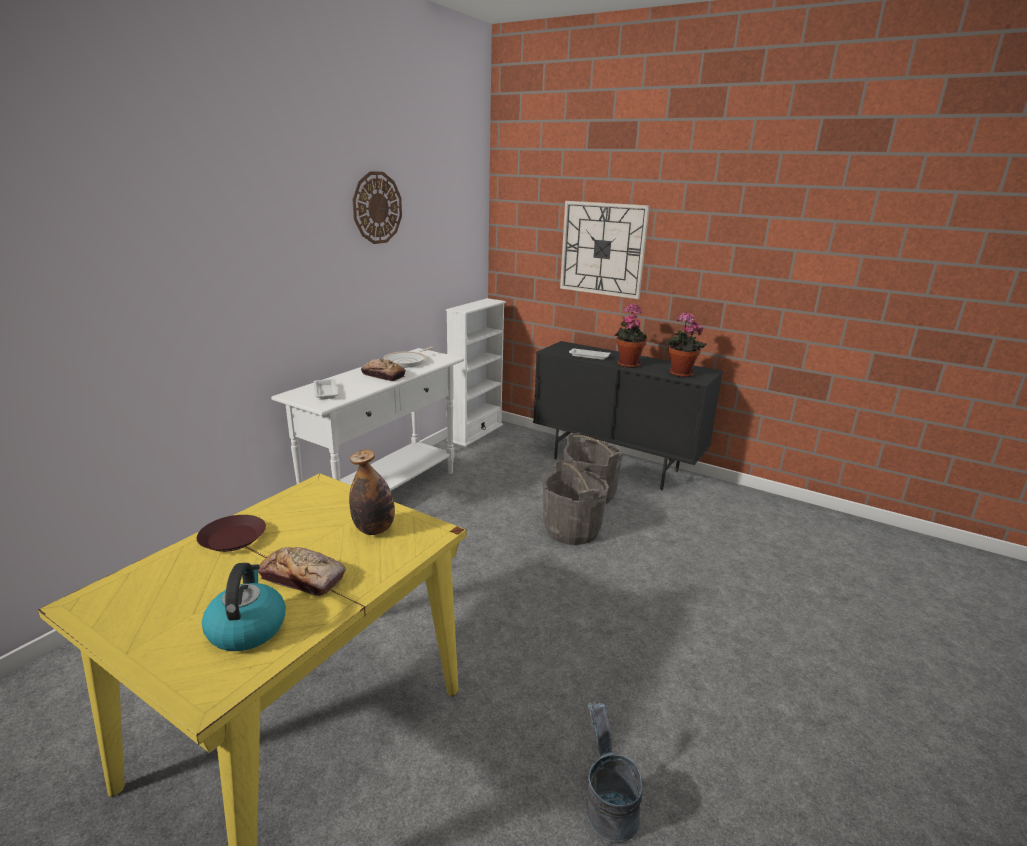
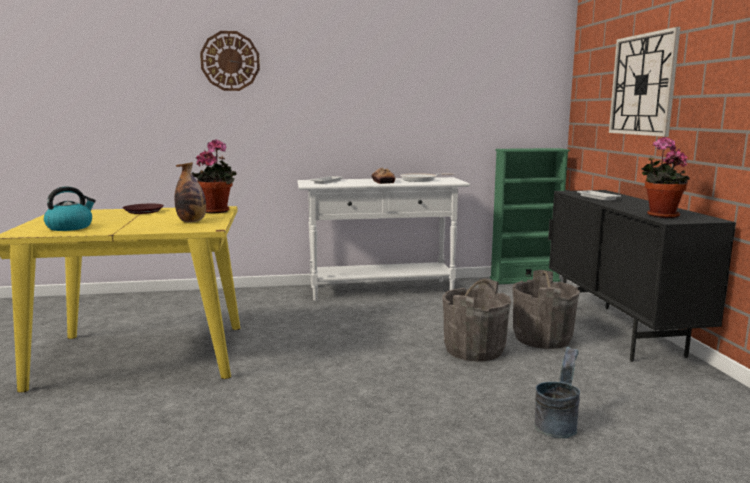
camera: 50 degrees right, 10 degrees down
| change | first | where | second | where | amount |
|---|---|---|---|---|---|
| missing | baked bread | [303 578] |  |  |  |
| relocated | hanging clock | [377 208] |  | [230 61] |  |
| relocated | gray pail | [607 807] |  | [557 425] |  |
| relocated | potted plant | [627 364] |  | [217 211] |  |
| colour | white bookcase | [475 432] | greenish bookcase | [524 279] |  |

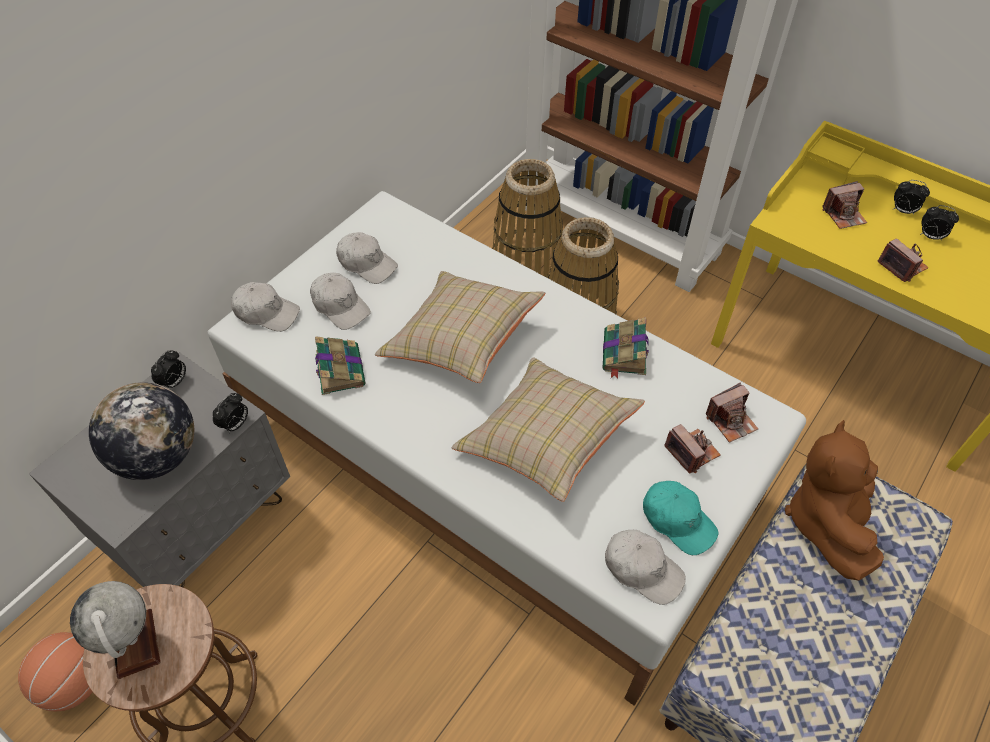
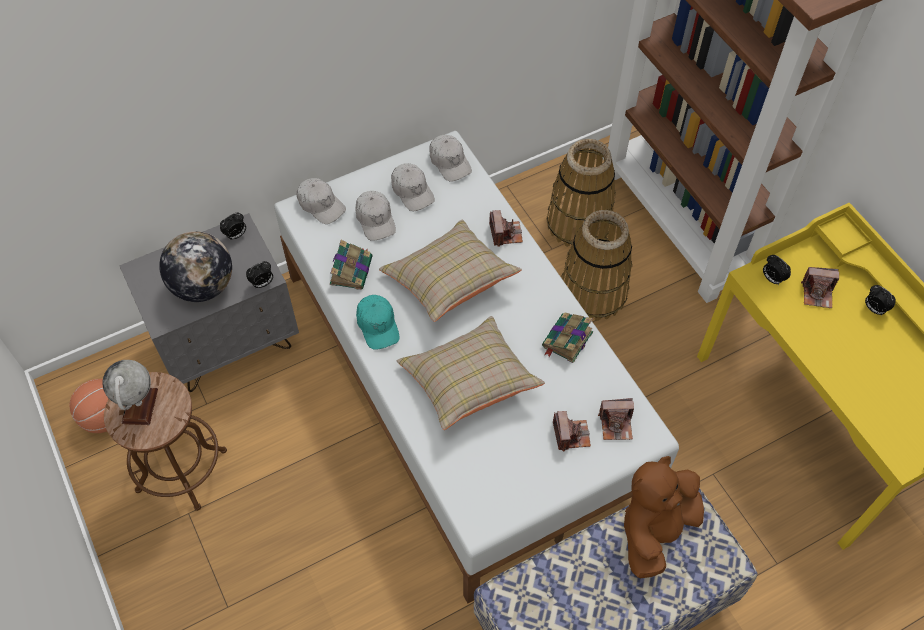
camera: 25 degrees right, 5 degrees up
| change | first | where | second | where | amount |
|---|---|---|---|---|---|
| relocated | white baseball cap | [642 569] |  | [450 162] |  |
| relocated | turquoise baseball cap | [677 520] |  | [378 325] |  |
| relocated | photo camera | [902 266] |  | [505 233] |  |
| relocated | alarm clock | [930 236] |  | [772 279] |  |

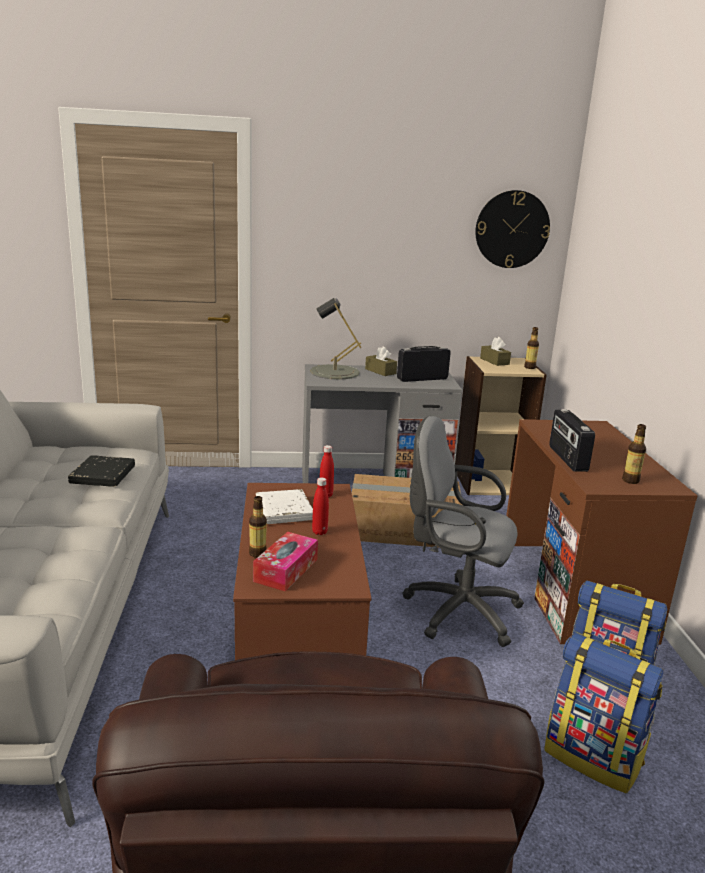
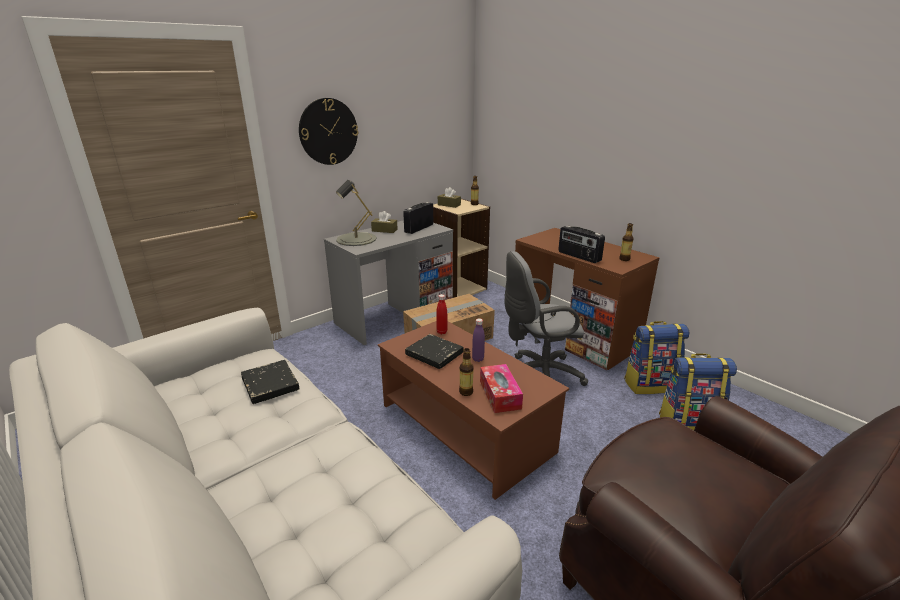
camera: 35 degrees left, 5 degrees up
| change | first | where | second | where | amount |
|---|---|---|---|---|---|
| relocated | hanging clock | [512 229] |  | [328 131] |  |
| colour | white volume | [284 511] | black-coloured volume | [434 354] |  |
| colour | reddish bottle | [319 532] | purple-coloured bottle | [478 359] |  |

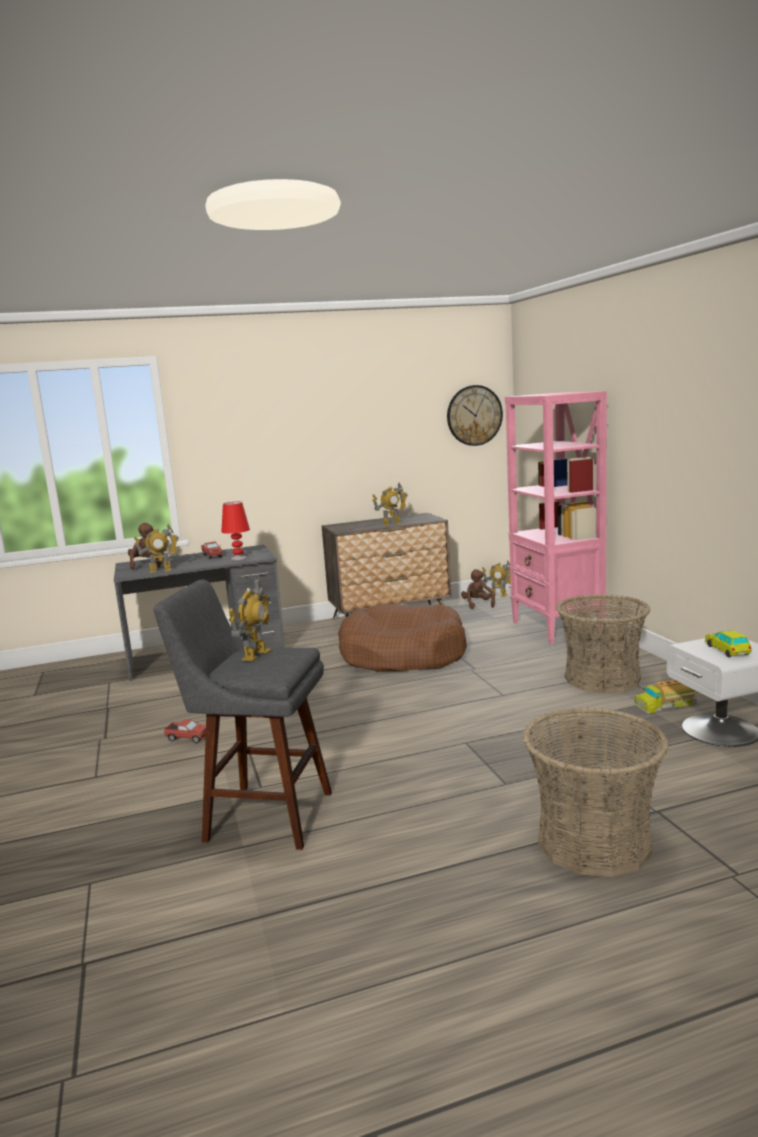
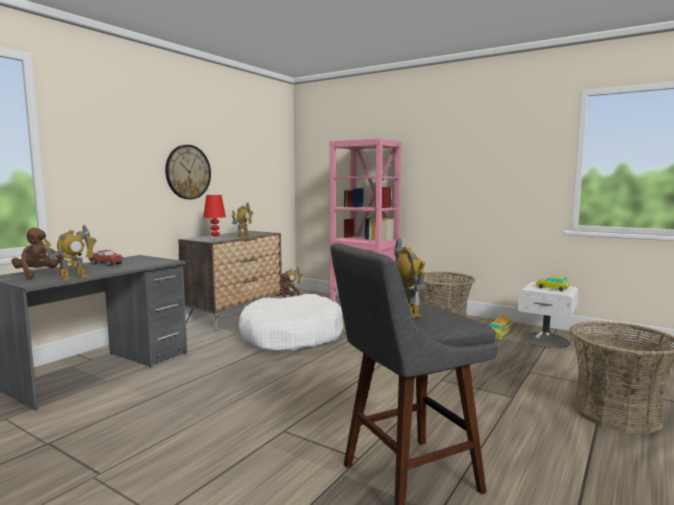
camera: 40 degrees left, 5 degrees down
| change | first | where | second | where | amount |
|---|---|---|---|---|---|
| missing | model truck | [187 738] |  |  |  |
| relocated | reddish tabletop lamp | [239 558] |  | [215 239] |  |
| relocated | hanging clock | [474 415] |  | [188 172] |  |
| colour | brown dog cushion | [402 655] | white dog cushion | [291 337] |  |

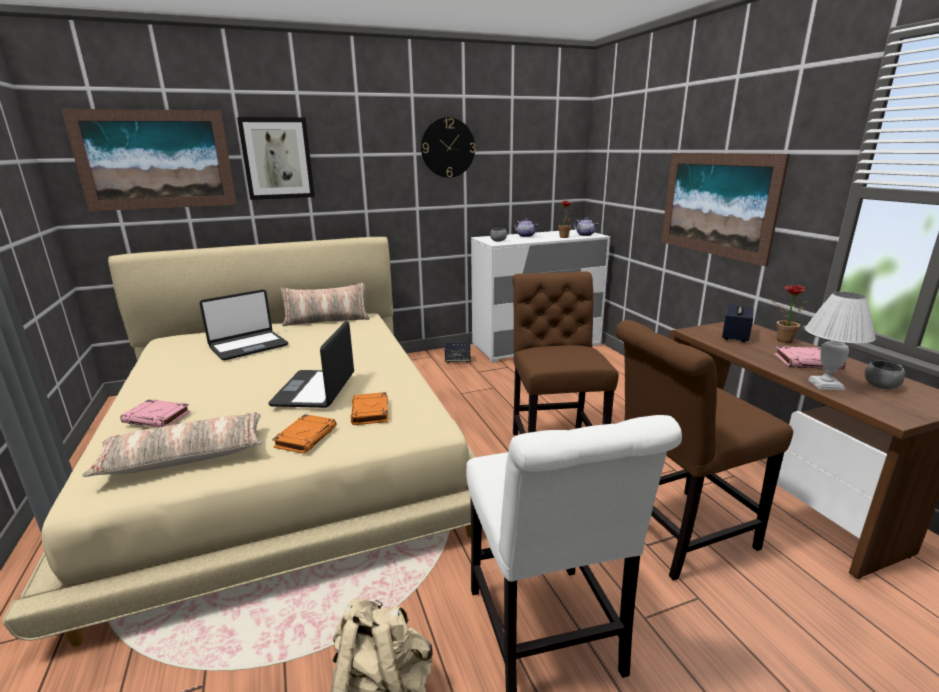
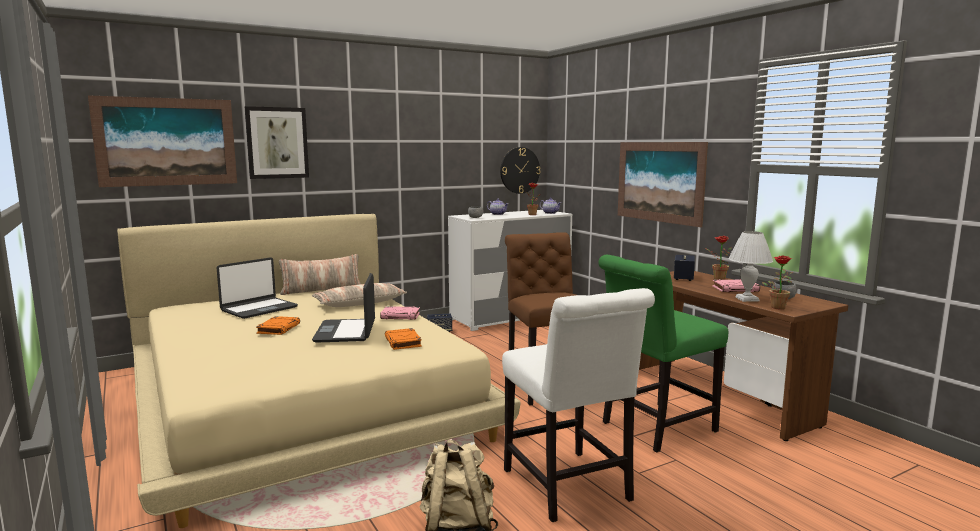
camera: 10 degrees left, 10 degrees down
| change | first | where | second | where | amount |
|---|---|---|---|---|---|
| appeared |  |  | potted plant | [777 307] |  |
| relocated | cushion | [185 456] |  | [359 303] |  |
| relocated | pink-coloured volume | [158 417] |  | [401 316] |  |
| relocated | orange-coloured volume | [306 437] |  | [278 328] |  |
| relocated | hanging clock | [448 148] |  | [519 170] |  |
| colour | brown upright chair | [675 534] | greenish upright chair | [654 428] |  |

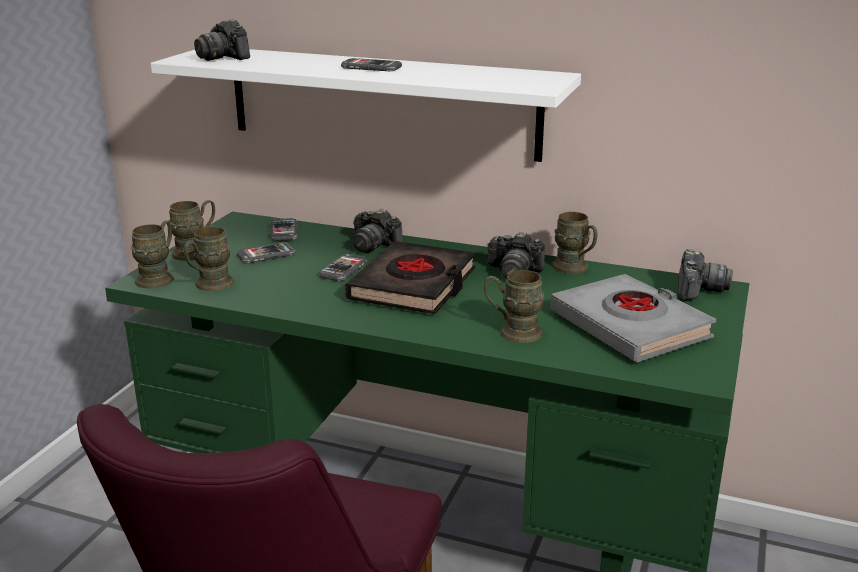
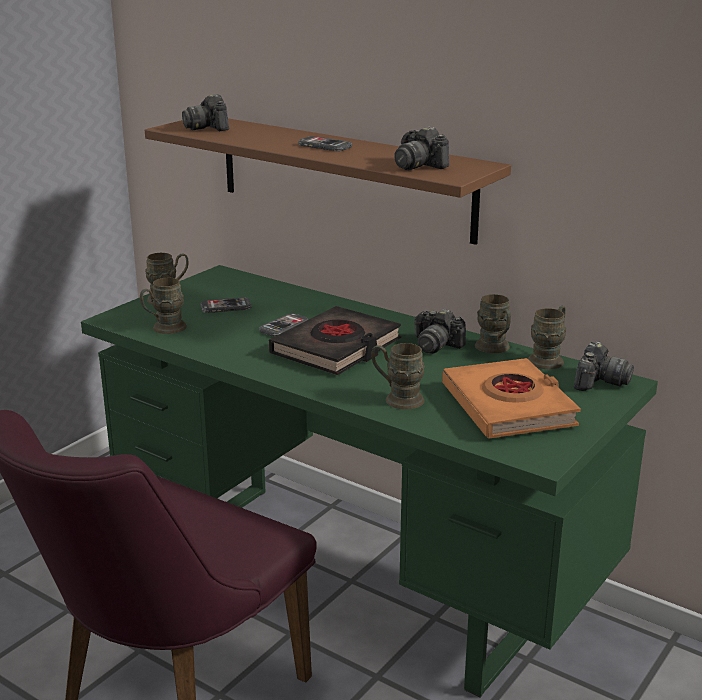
camera: 15 degrees right, 0 degrees up
| change | first | where | second | where | amount |
|---|---|---|---|---|---|
| missing | phone | [284 231] |  |  |  |
| relocated | brown coffee mug | [159 277] |  | [549 359] |  |
| relocated | photo camera | [374 245] |  | [418 166] |  |
| colour | white bracket shelf | [381 102] | brown bracket shelf | [343 176] |  |
| colour | gray volume | [630 326] | orange-coloured volume | [508 406] |  |

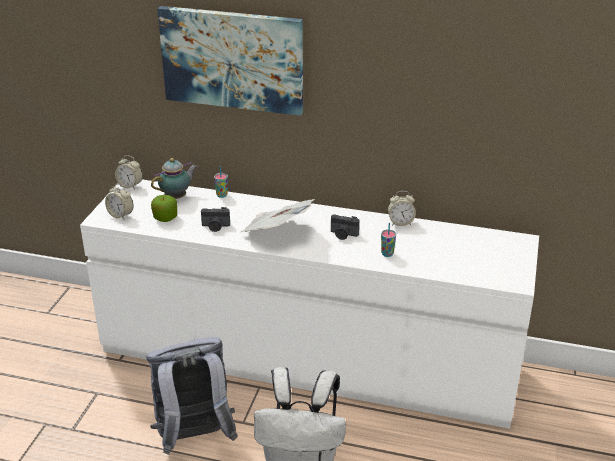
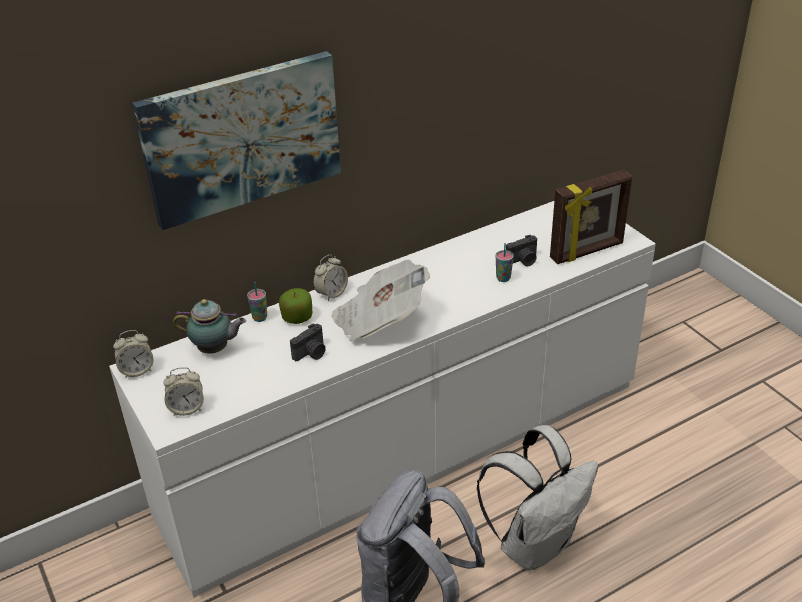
camera: 45 degrees left, 5 degrees up
| change | first | where | second | where | amount |
|---|---|---|---|---|---|
| appeared |  |  | picture frame | [587 252] |  |
| relocated | whole apple | [165 217] |  | [297 317] |  |
| relocated | photo camera | [343 235] |  | [523 261] |  |
| relocated | alarm clock | [400 223] |  | [331 293] |  |
| spun | teapot | [177 197] |  | [215 349] | 90 degrees clockwise |

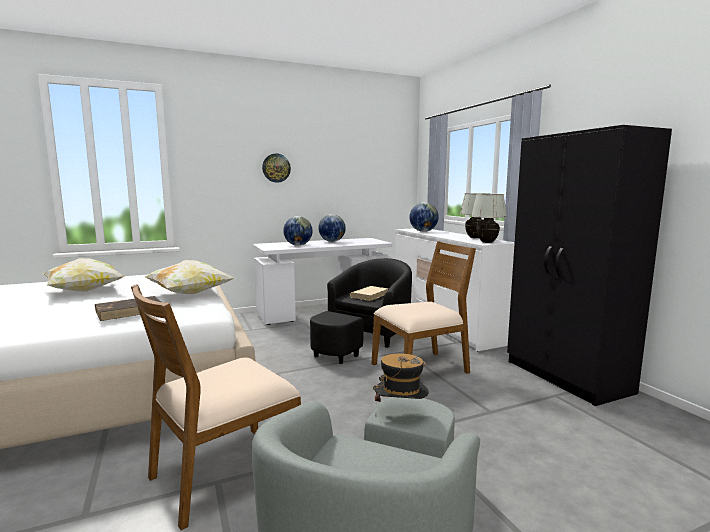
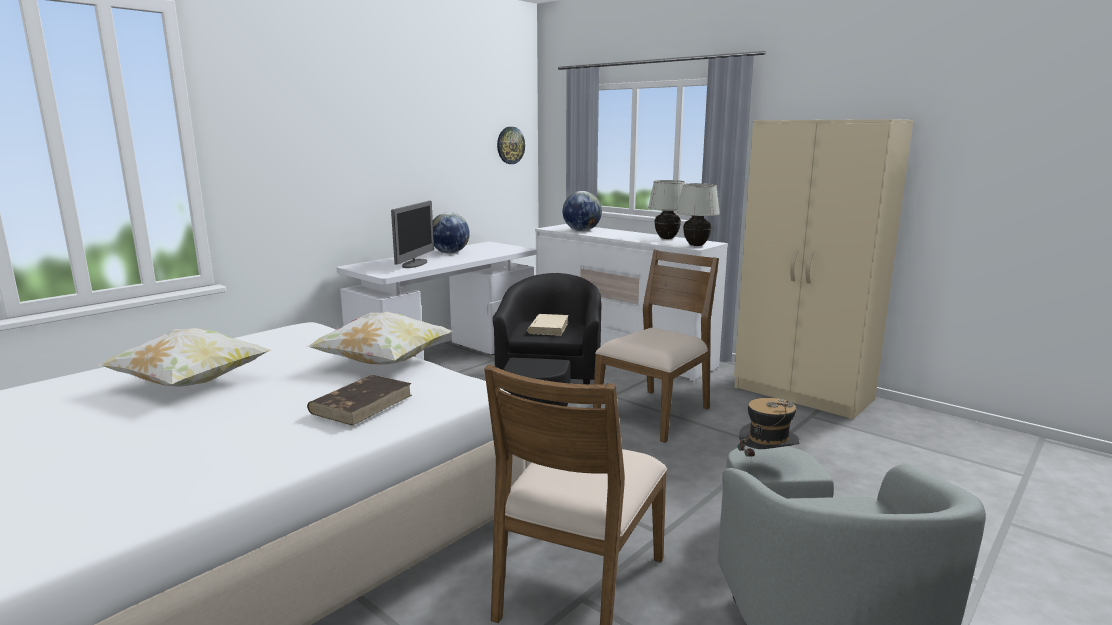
camera: 25 degrees left, 5 degrees up
| change | first | where | second | where | amount |
|---|---|---|---|---|---|
| relocated | hanging clock | [276 168] |  | [510 145] |  |
| exchanged | globe | [298 245] | computer display | [415 264] |  |
| colour | black-coloured wardrobe | [567 377] | beige wardrobe | [803 394] |  |

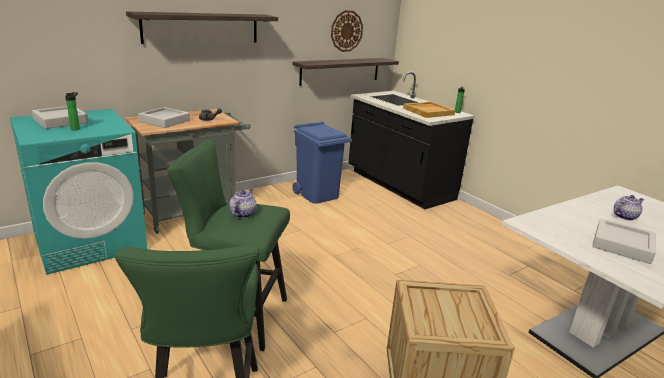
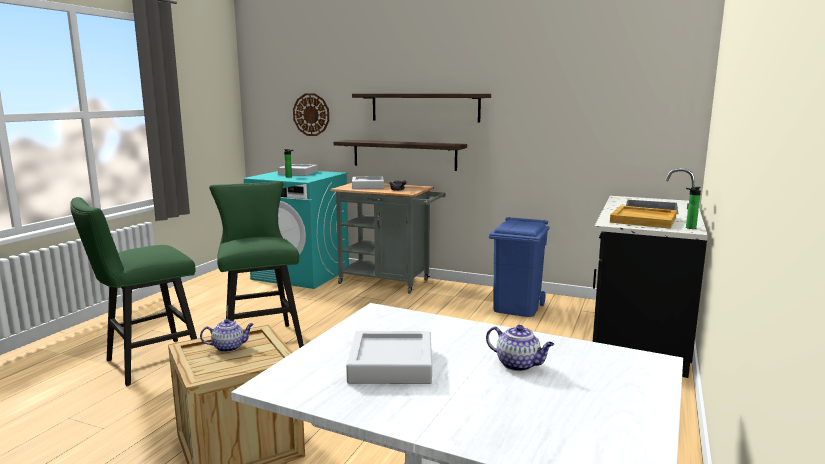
camera: 60 degrees right, 10 degrees down
| change | first | where | second | where | amount |
|---|---|---|---|---|---|
| relocated | teapot | [243 214] |  | [229 347] |  |
| relocated | bracket shelf | [340 71] |  | [404 154] |  |
| relocated | hanging clock | [346 31] |  | [311 114] |  |

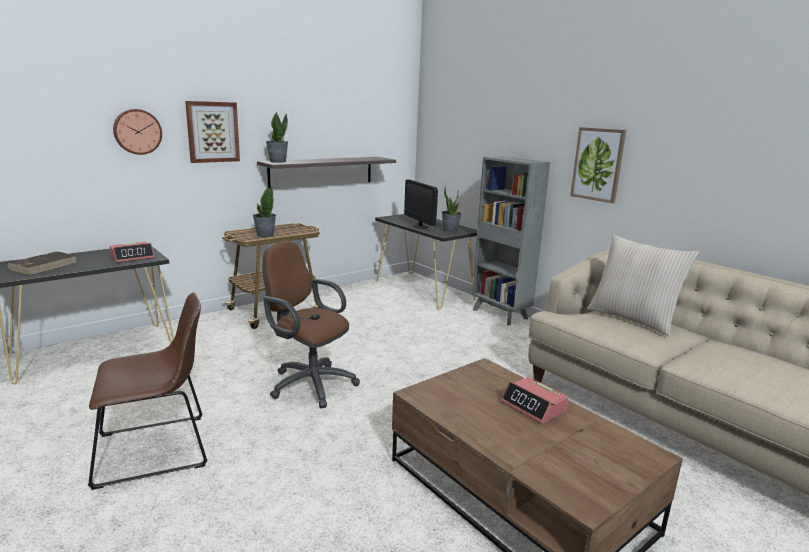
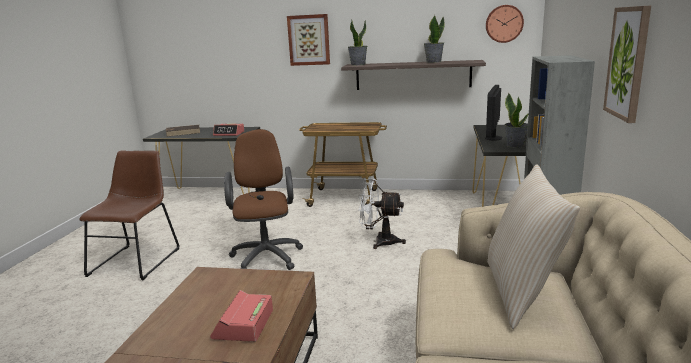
camera: 50 degrees right, 0 degrees up
| change | first | where | second | where | amount |
|---|---|---|---|---|---|
| appeared |  |  | white fan | [380 241] |  |
| relocated | hanging clock | [137 131] |  | [504 23] |  |
| relocated | potted plant | [265 235] |  | [433 62] |  |
| spun | brown upright chair | [158 449] |  | [137 260] | 105 degrees counterclockwise |

